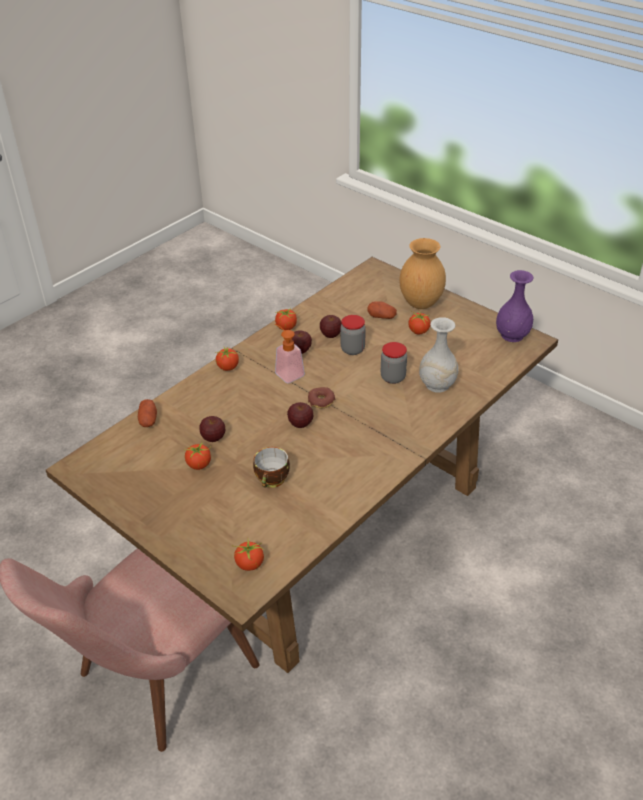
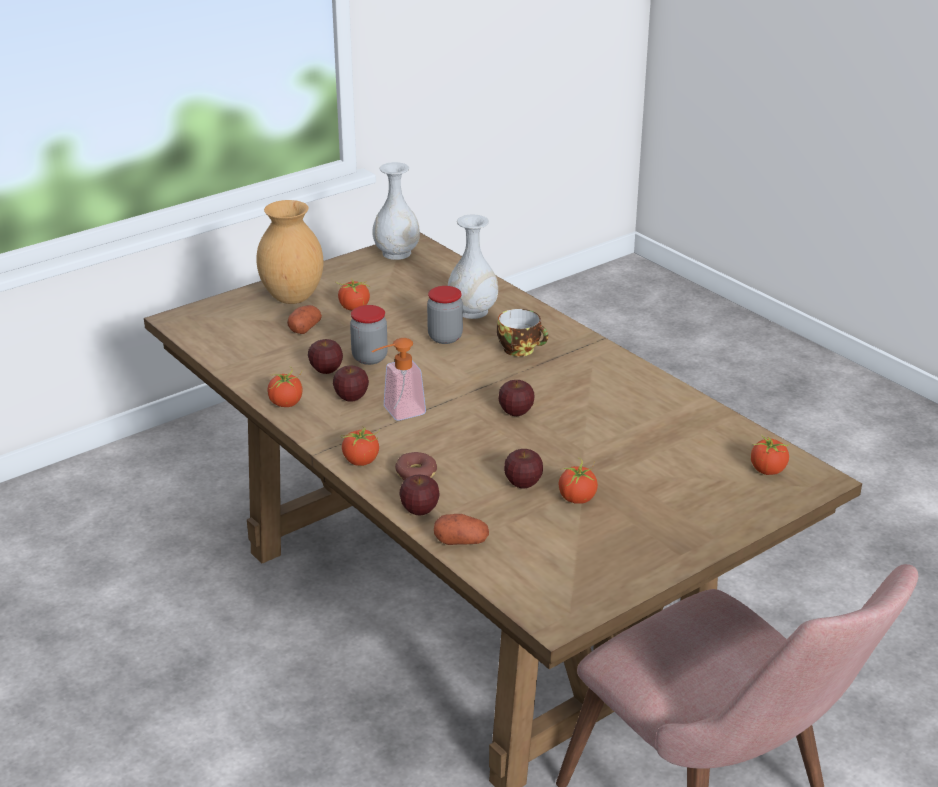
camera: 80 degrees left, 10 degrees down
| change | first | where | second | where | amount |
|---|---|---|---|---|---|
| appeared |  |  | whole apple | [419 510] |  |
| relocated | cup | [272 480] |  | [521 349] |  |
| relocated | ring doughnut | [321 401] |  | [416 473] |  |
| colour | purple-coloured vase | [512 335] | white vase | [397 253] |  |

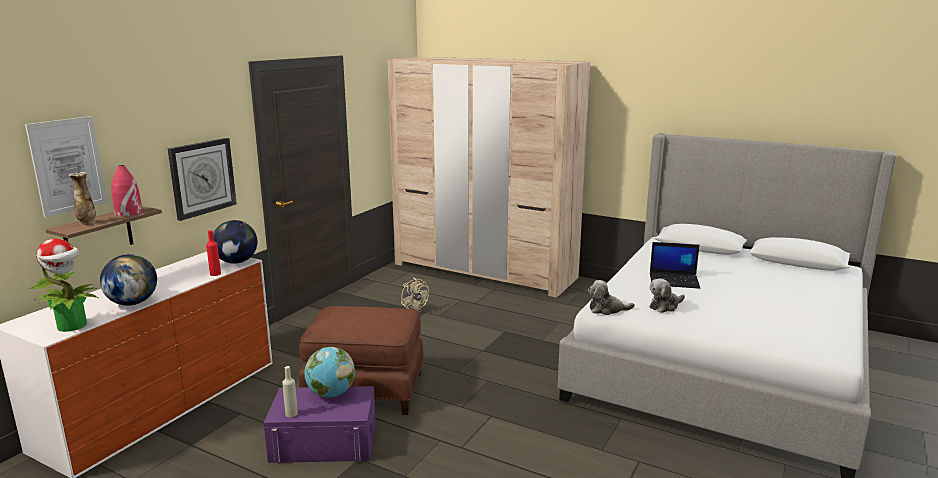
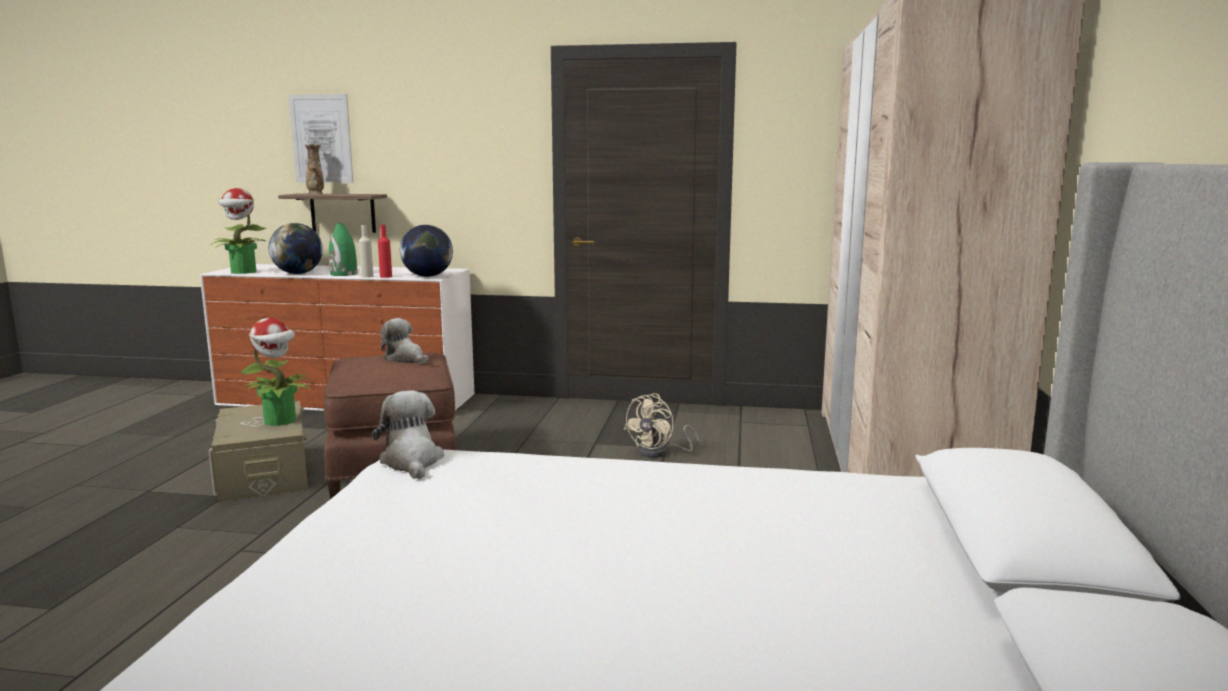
camera: 70 degrees right, 5 degrees down
| change | first | where | second | where | amount |
|---|---|---|---|---|---|
| missing | reddish vase | [128 213] |  |  |  |
| missing | hanging clock | [202 177] |  |  |  |
| missing | notebook computer | [674 280] |  |  |  |
| appeared |  |  | greenish vase | [343 274] |  |
| relocated | beige bottle | [291 413] |  | [367 276] |  |
| relocated | soft toy | [665 306] |  | [405 359] |  |
| exchanged | globe | [331 394] | potted plant | [281 421] |  |
| colour | purple-coloured storage box | [324 442] | beige storage box | [264 473] |  |

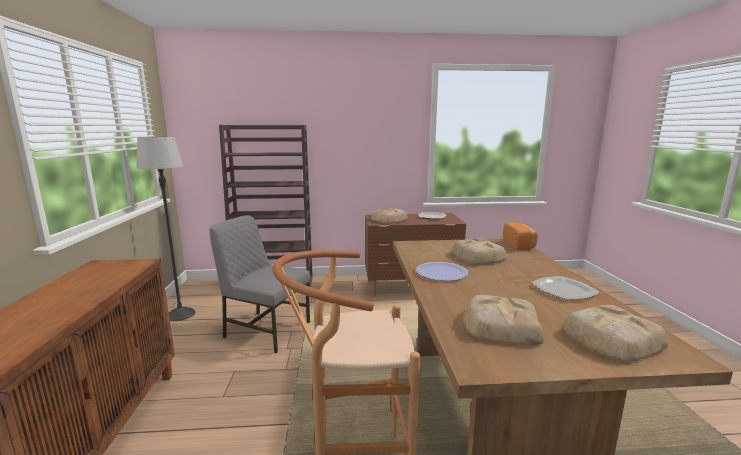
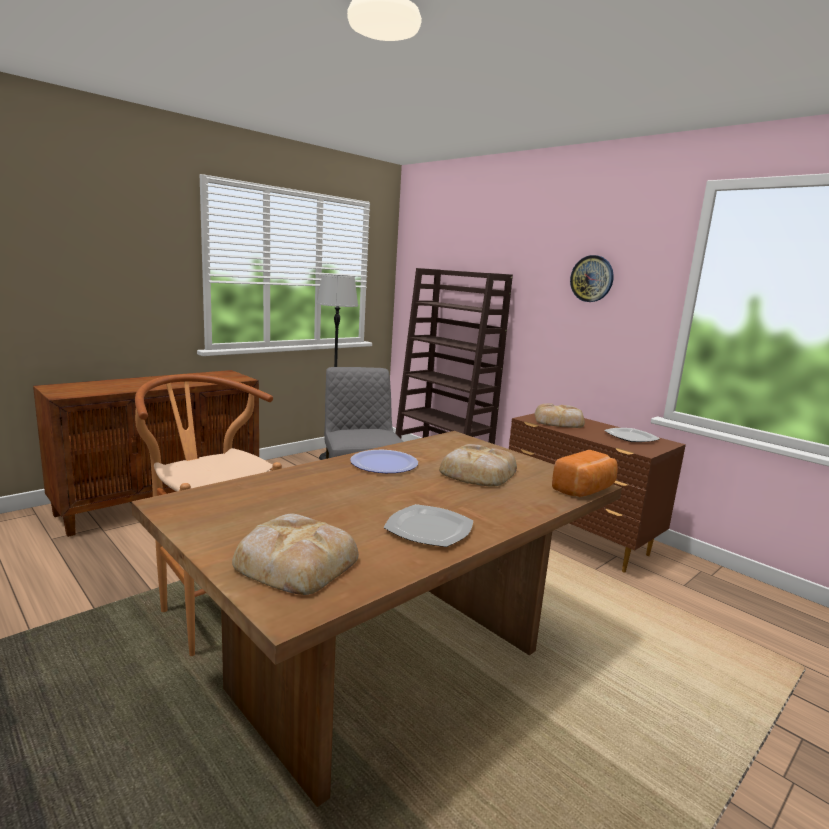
camera: 50 degrees right, 0 degrees up
| change | first | where | second | where | amount |
|---|---|---|---|---|---|
| missing | baked bread | [500 325] |  |  |  |
| appeared |  |  | hanging clock | [592 278] |  |

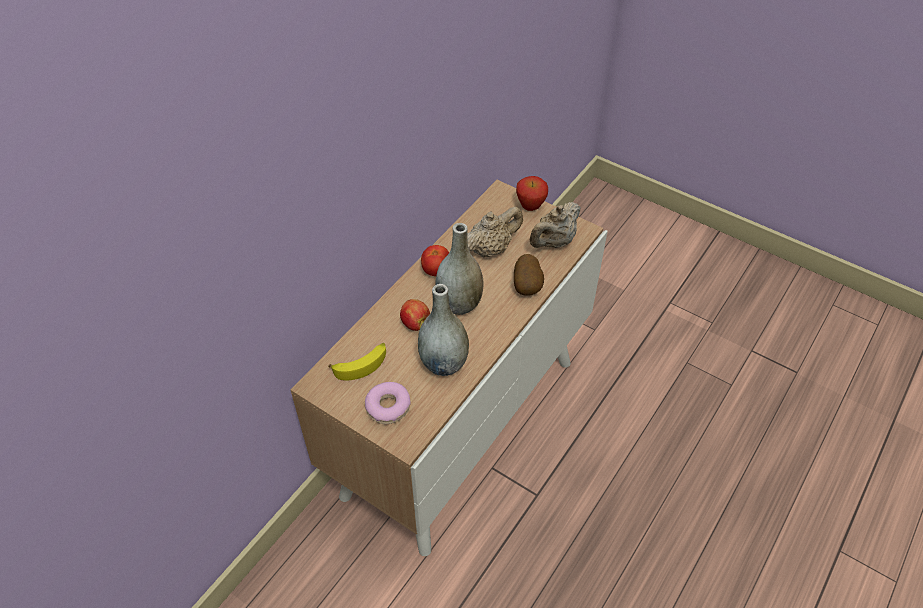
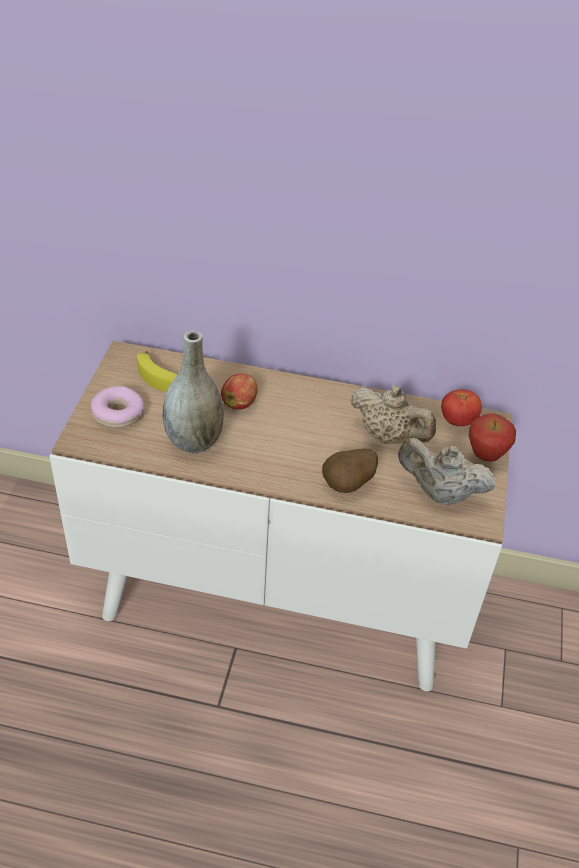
camera: 65 degrees right, 5 degrees down
| change | first | where | second | where | amount |
|---|---|---|---|---|---|
| missing | gray vase | [459 304] |  |  |  |
| relocated | tomato | [436 270] |  | [457 421] |  |

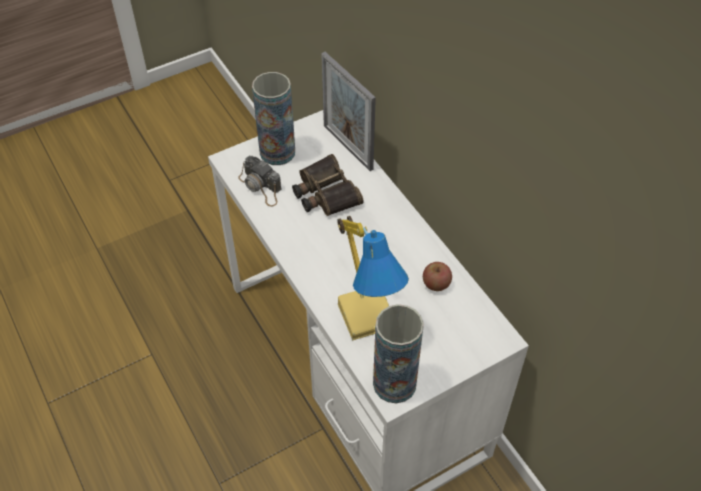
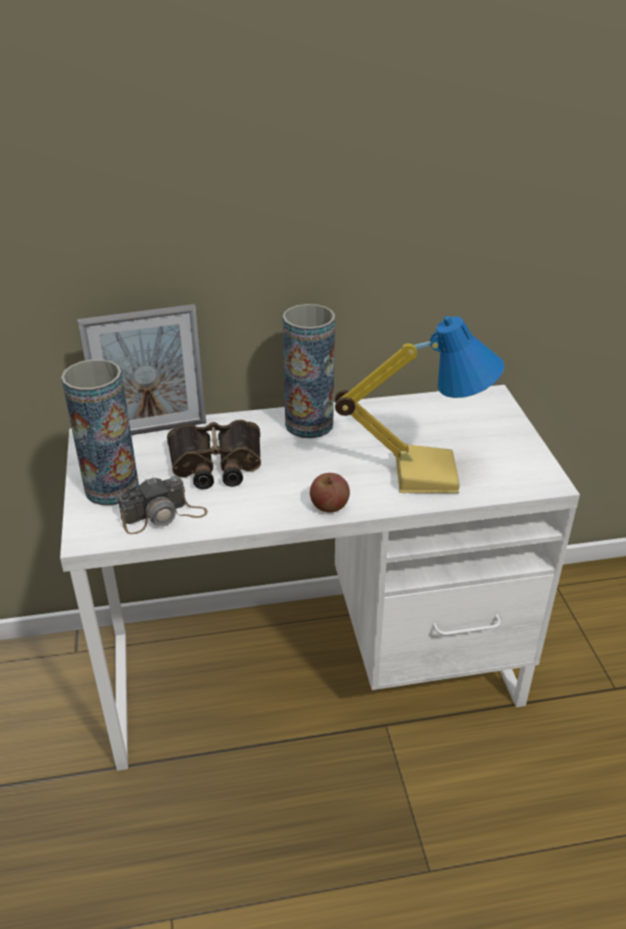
camera: 70 degrees left, 15 degrees down
| change | first | where | second | where | amount |
|---|---|---|---|---|---|
| relocated | vase | [394 383] |  | [309 424] |  |
| relocated | whole apple | [436 283] |  | [329 506] |  |

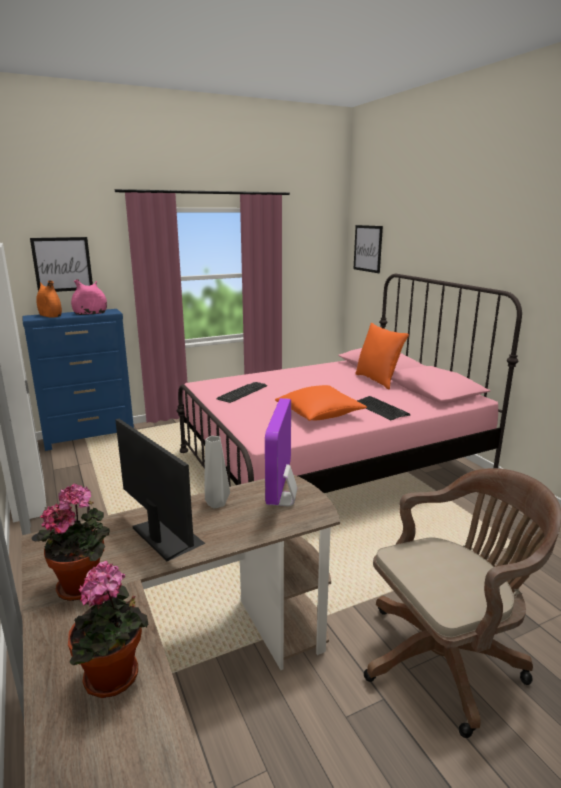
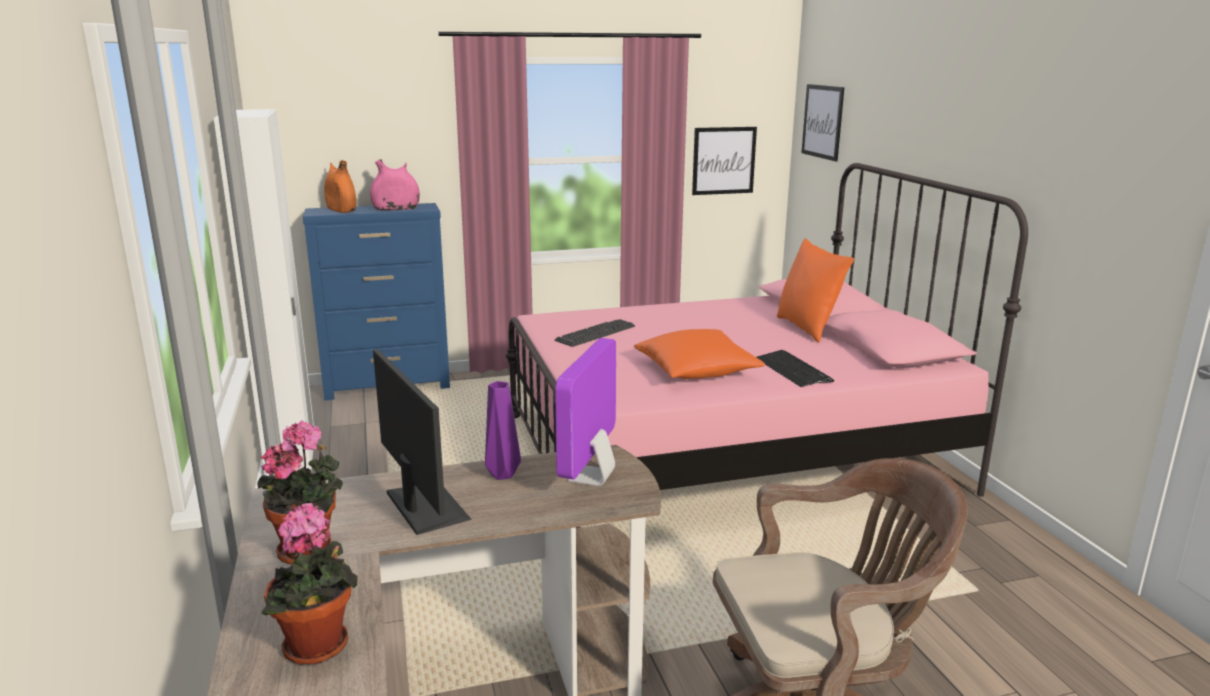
camera: 10 degrees right, 0 degrees up
| change | first | where | second | where | amount |
|---|---|---|---|---|---|
| relocated | picture | [62 264] |  | [723 160] |  |
| colour | gray vase | [215 503] | purple-coloured vase | [501 474] |  |

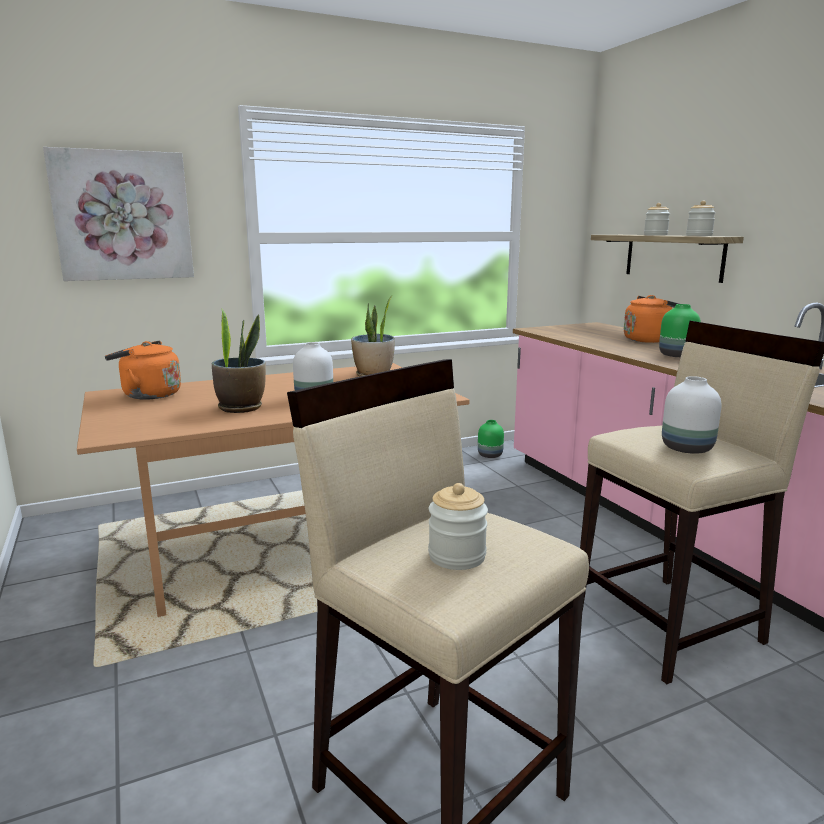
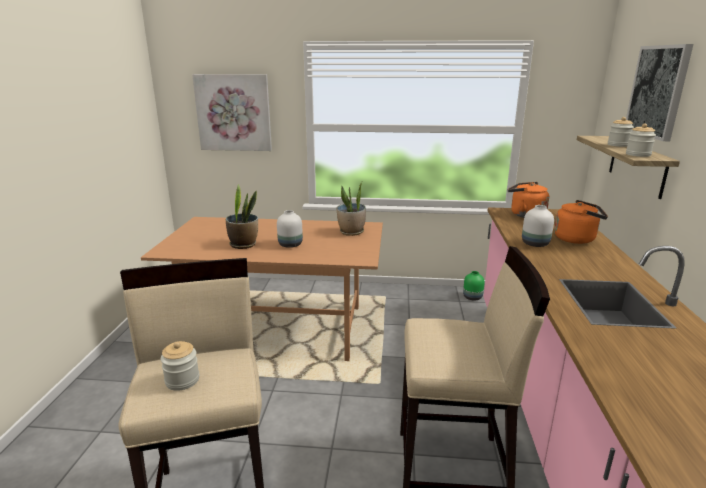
camera: 30 degrees right, 5 degrees up
| change | first | where | second | where | amount |
|---|---|---|---|---|---|
| missing | greenish vase | [677 356] |  |  |  |
| appeared |  |  | picture | [658 91] |  |
| relocated | orange-coloured tea kettle | [148 395] |  | [525 215] |  |
| relocated | white vase | [688 449] |  | [535 244] |  |

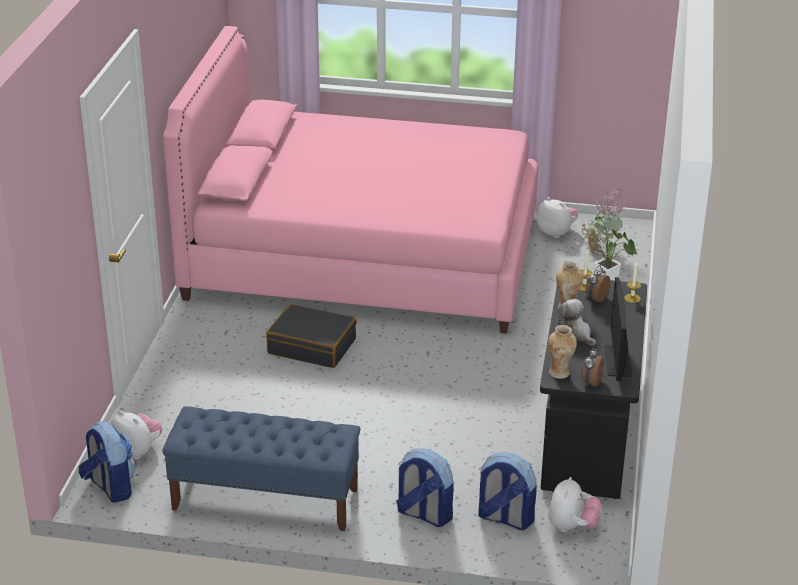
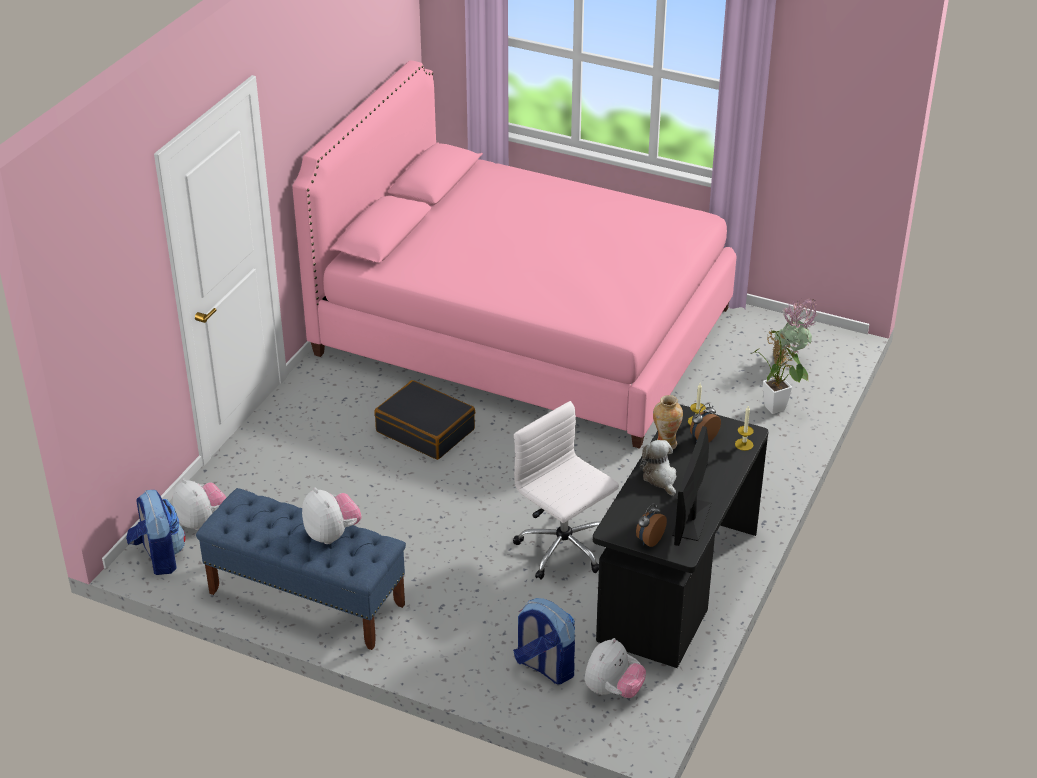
camera: 15 degrees right, 5 degrees up
| change | first | where | second | where | amount |
|---|---|---|---|---|---|
| missing | backpack | [423 514] |  |  |  |
| missing | vase | [560 373] |  |  |  |
| appeared |  |  | white office chair | [565 549] |  |
| relocated | soft toy | [556 233] |  | [332 534] |  |

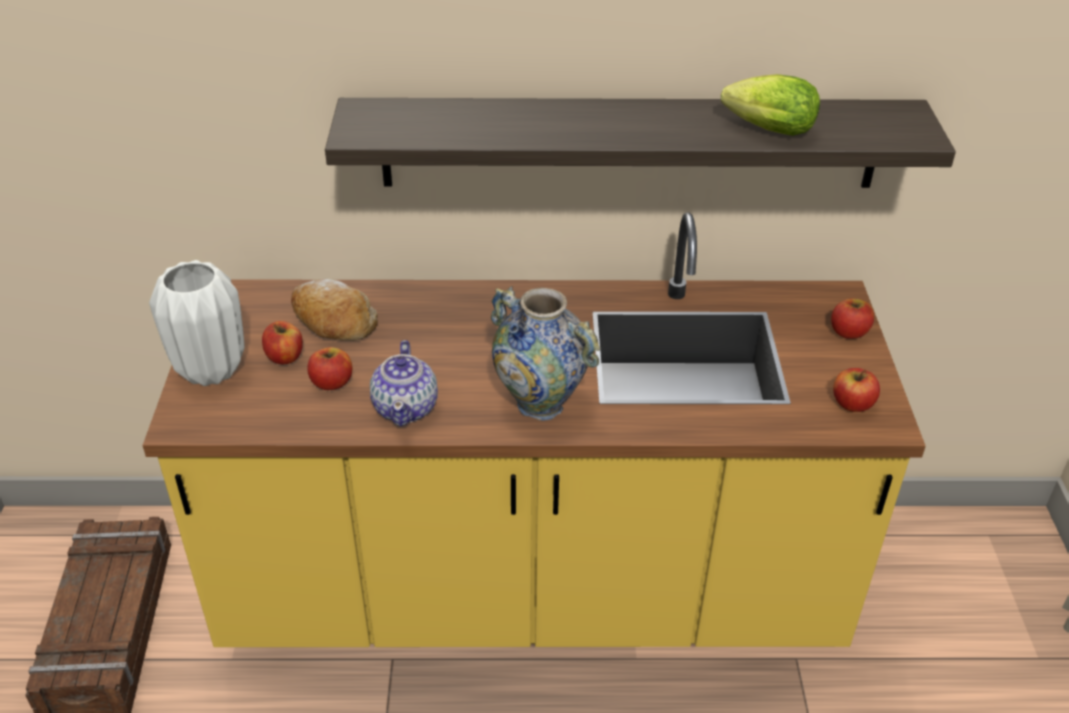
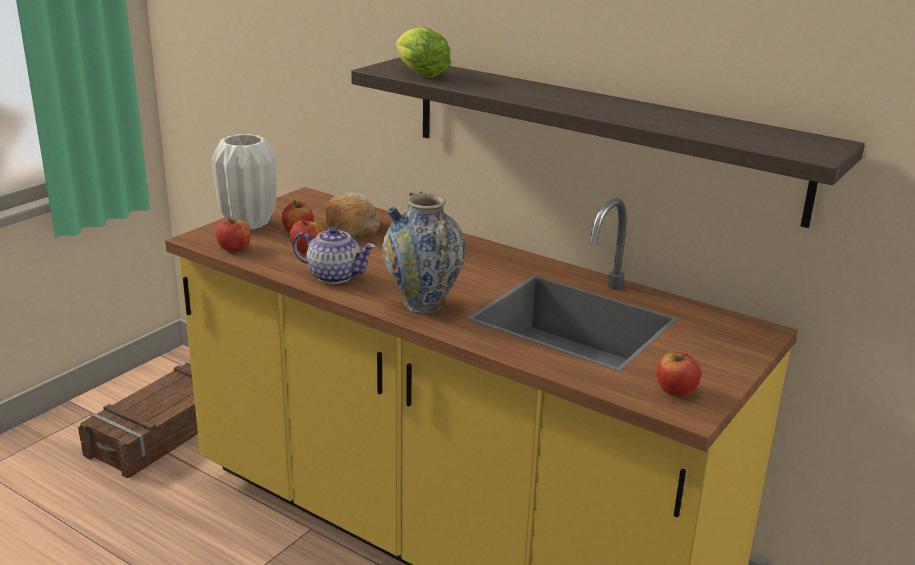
camera: 35 degrees right, 15 degrees down
| change | first | where | second | where | amount |
|---|---|---|---|---|---|
| relocated | head of lettuce | [764 129] |  | [418 73] |  |
| relocated | whole apple | [848 332] |  | [234 248] |  |
| spun | teapot | [406 407] |  | [334 275] | 105 degrees counterclockwise |

